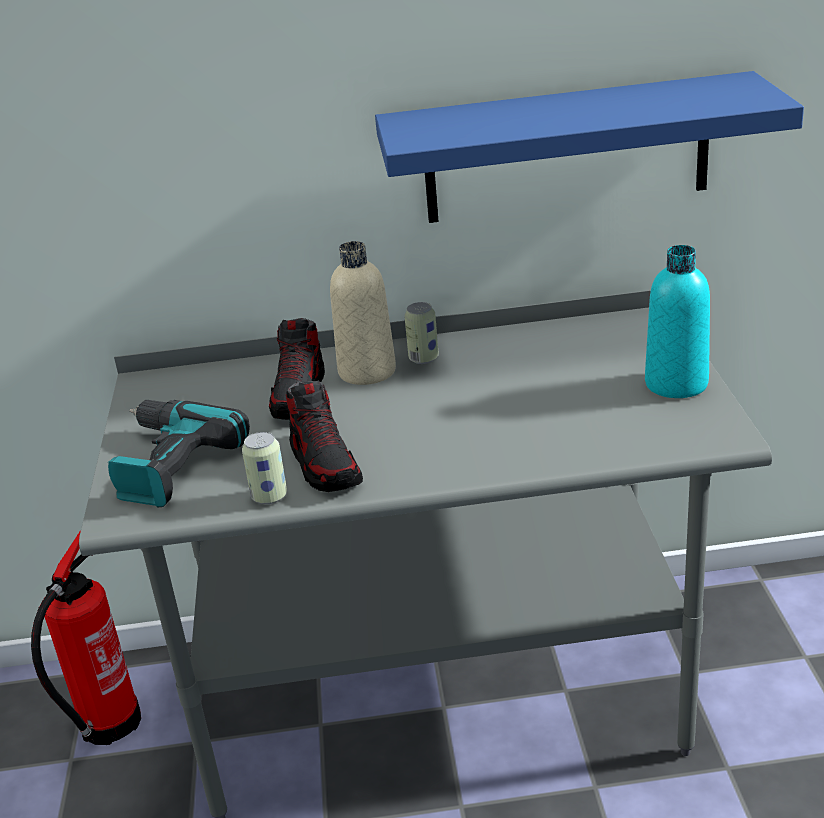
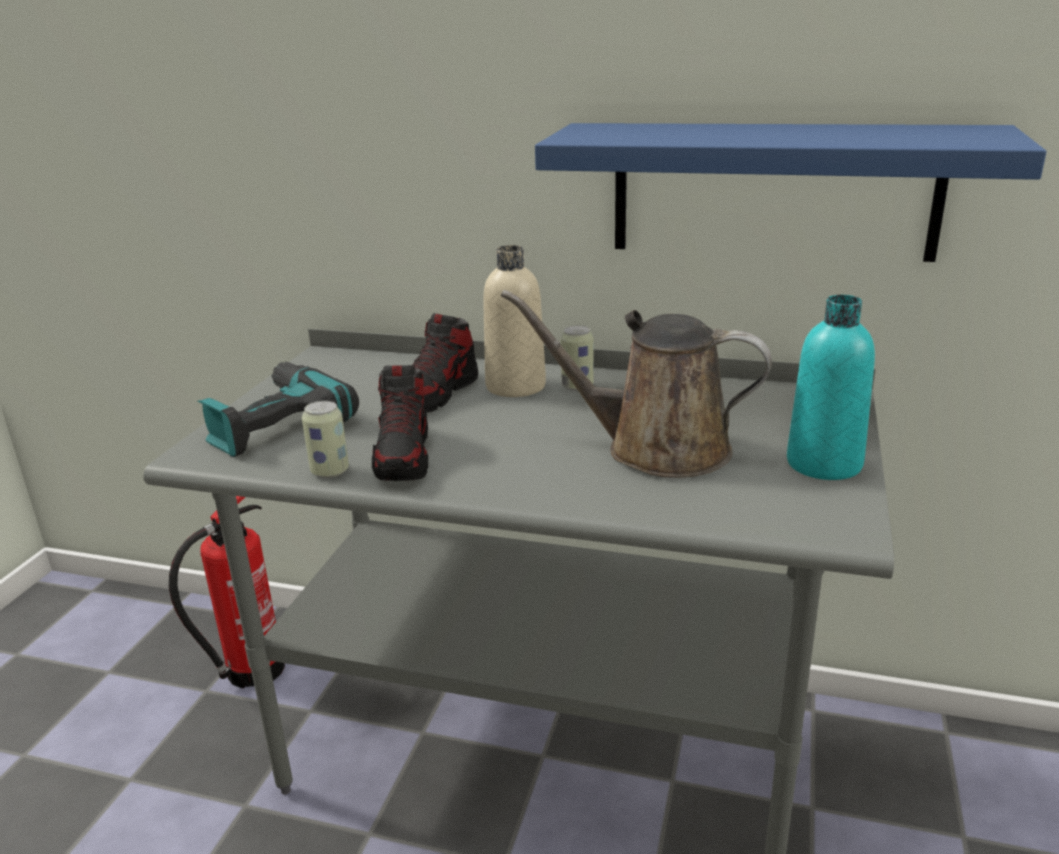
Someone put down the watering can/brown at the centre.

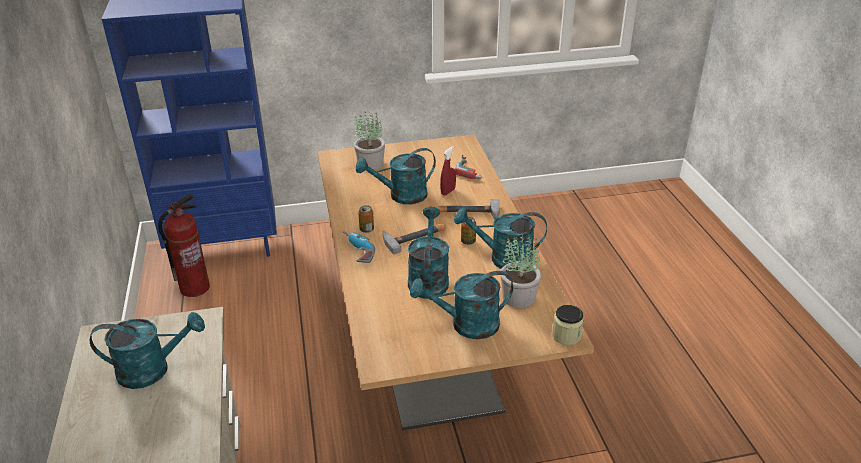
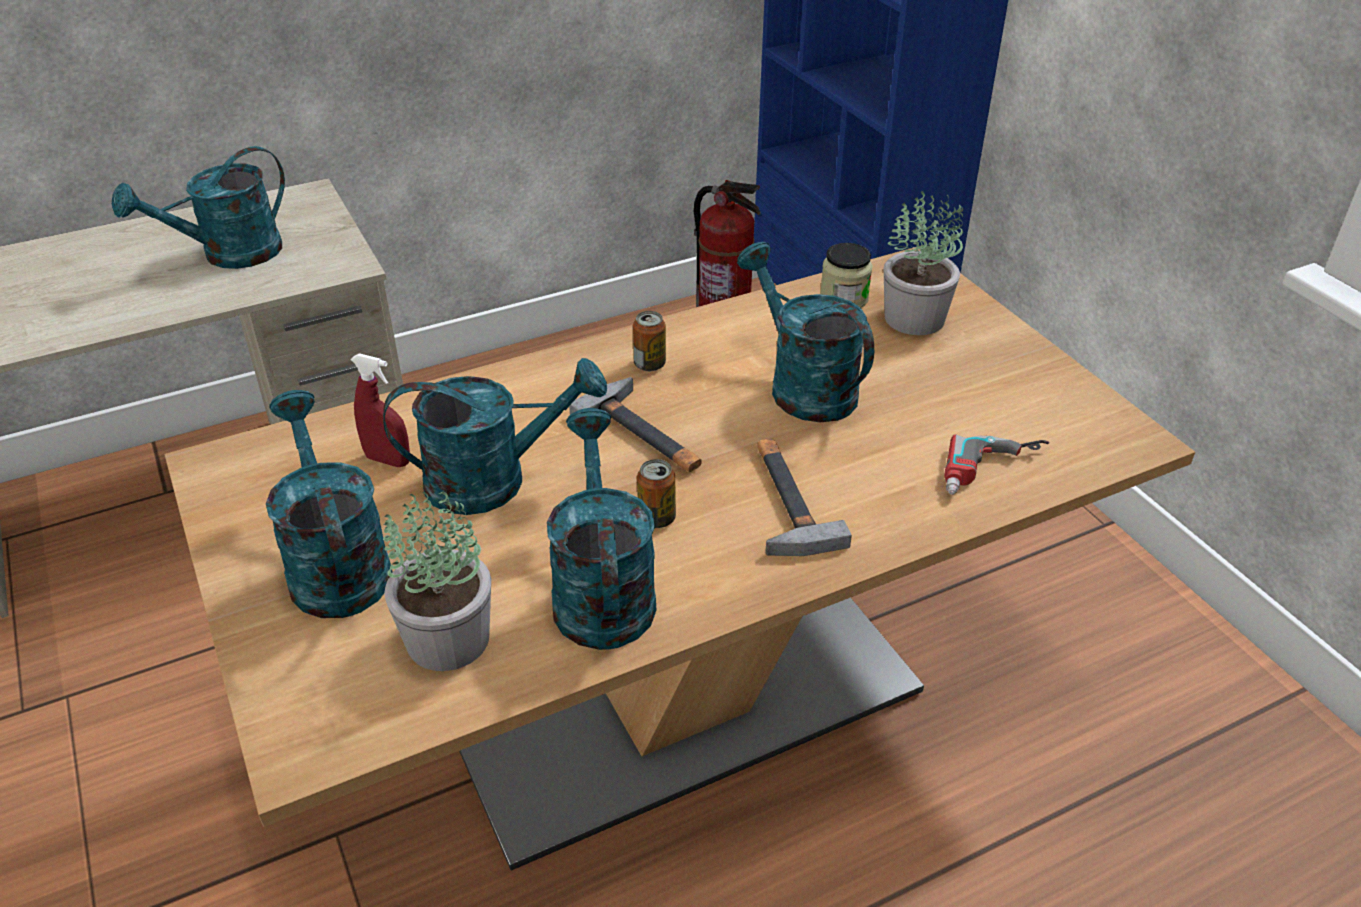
Someone rotated the watering can/turquoise (1st from left) at the bottom left by 75 degrees clockwise.
Someone carried the spray bottle/red from the centre to the middle left.
Someone carried the jar from the bottom centre to the top centre.
Someone took away the power drill (1st from left) at the centre.

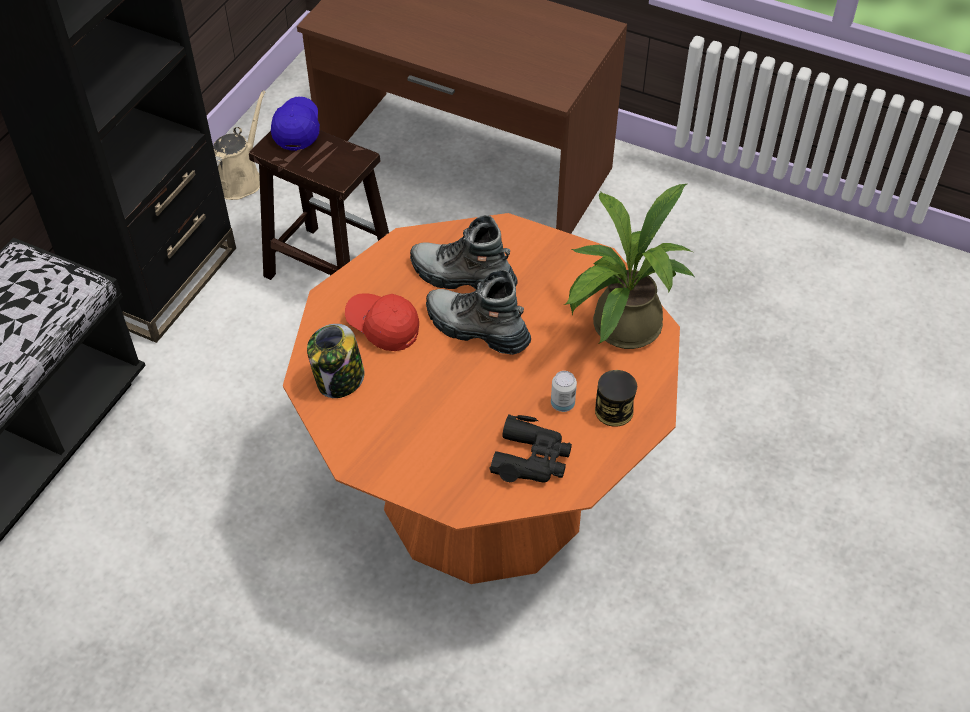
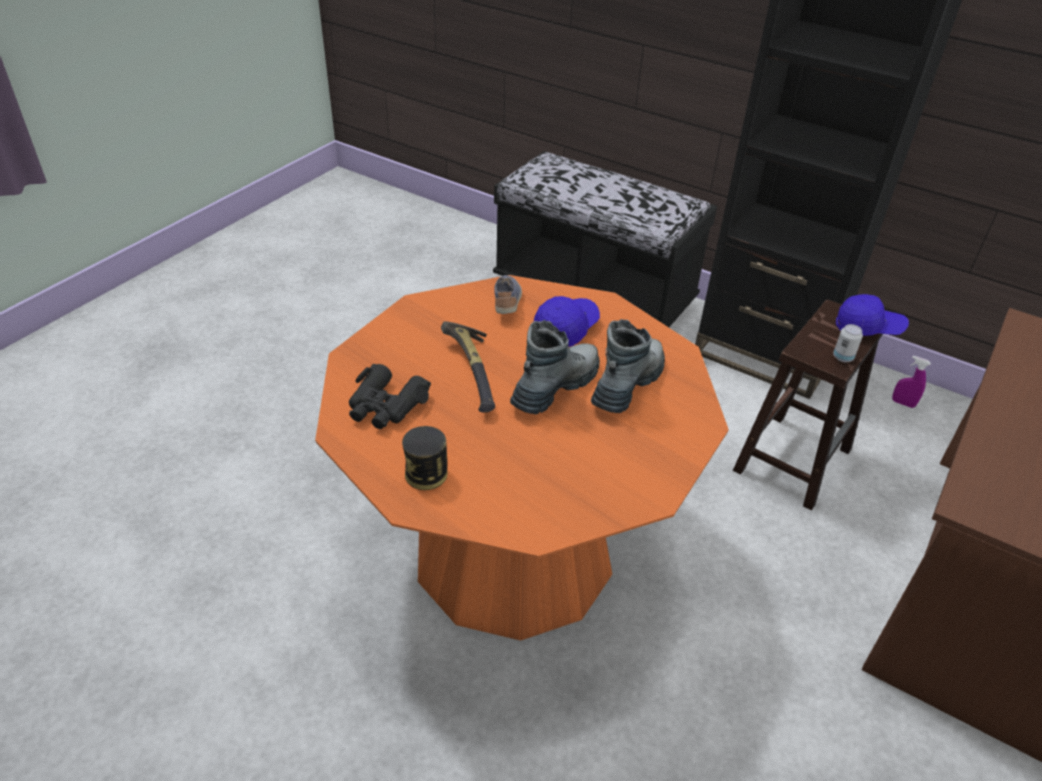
Someone put down the hammer at the centre.
Someone swapped the jar at the centre for the shoe at the centre.
Someone repainted the cap/red at the centre, which became the cap/blue (1st from left) at the centre.
Someone carried the can (1st from left in the first image) from the centre to the middle right.
Someone swapped the watering can/beige at the top left for the spray bottle/purple at the middle right.
Someone took away the potted plant at the centre.

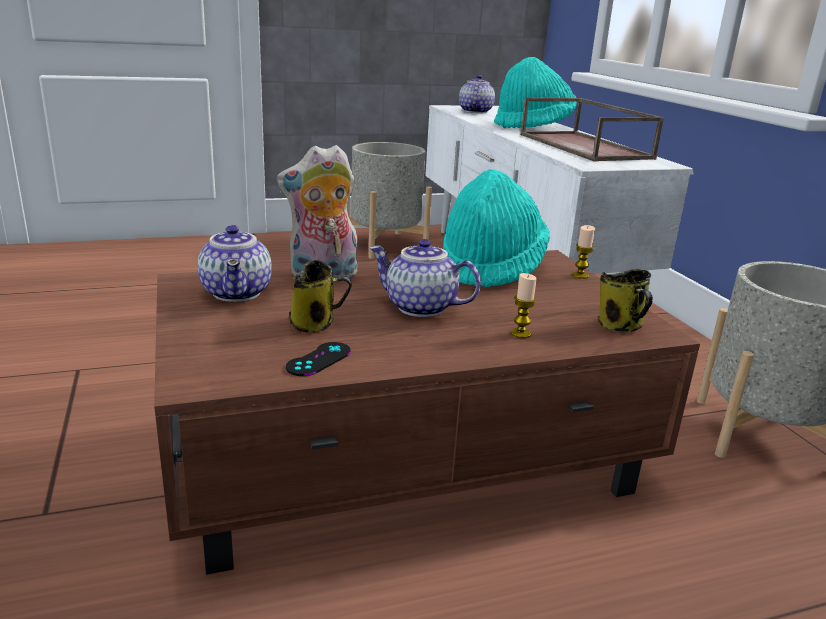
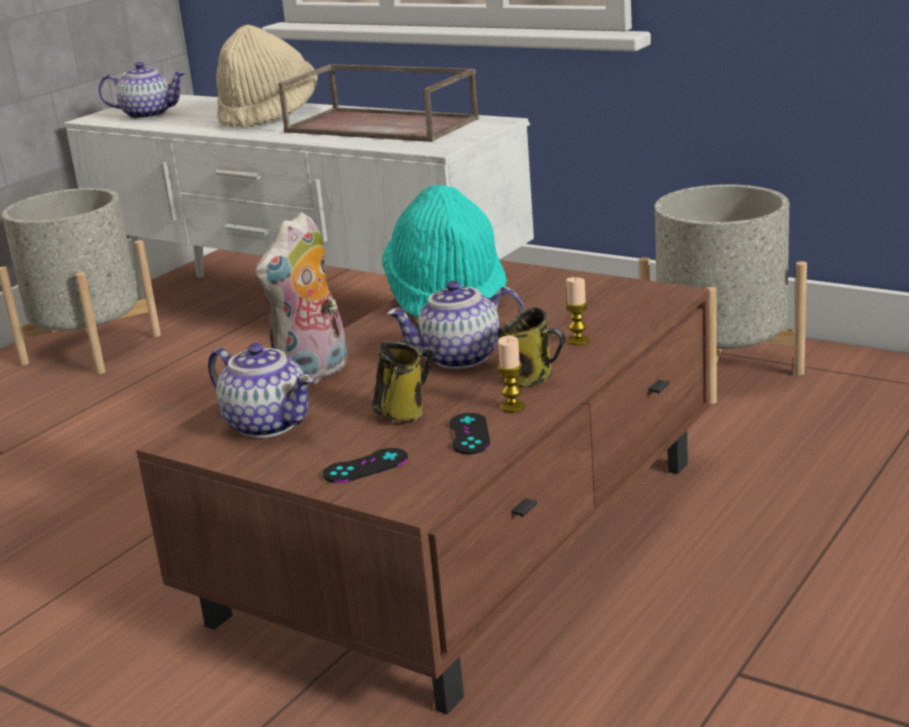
Someone rotated the teapot (3rd from left in the first image) at the top centre by 120 degrees clockwise.
Someone repainted the hat/turquoise (2nd from left) at the top centre, which became the hat/beige at the top left.
Someone put down the game controller/black (1st from left) at the centre.
Someone carried the mug (2nd from left) from the middle right to the centre.
Someone carried the candle (2nd from left in the first image) from the middle right to the centre.

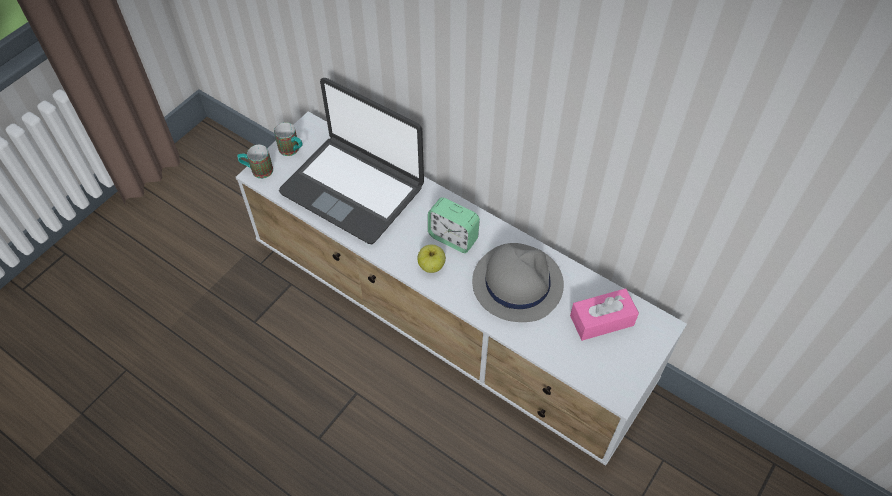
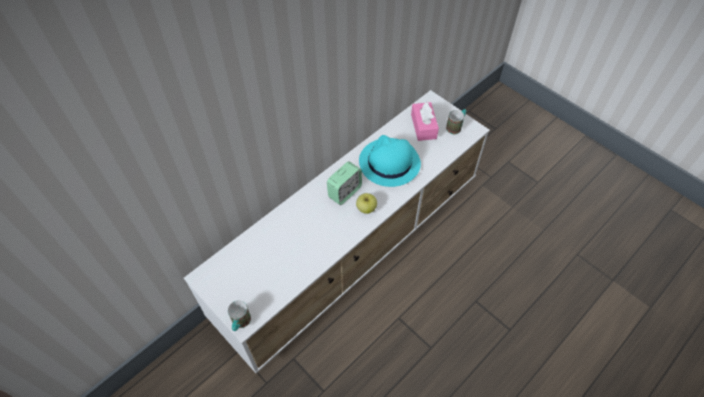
Someone repainted the hat/grey at the centre, which became the hat/turquoise at the centre.
Someone carried the mug (2nd from left) from the top left to the top centre.
Someone took away the laptop at the top centre.

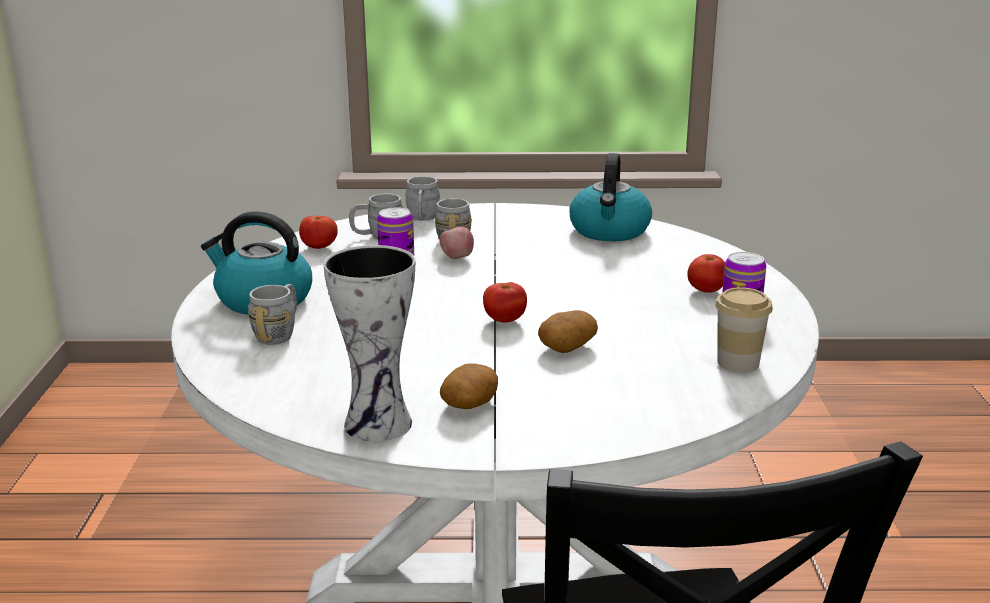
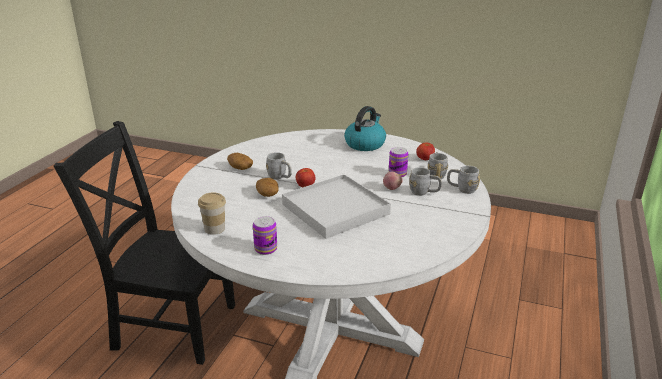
Someone carried the mug/grey (1st from left) from the middle left to the centre.
Someone put down the tray/white at the centre.
Someone took away the vase at the centre.
Someone took away the kettle (2nd from left) at the top centre.
Someone took away the tomato (3rd from left) at the middle right.

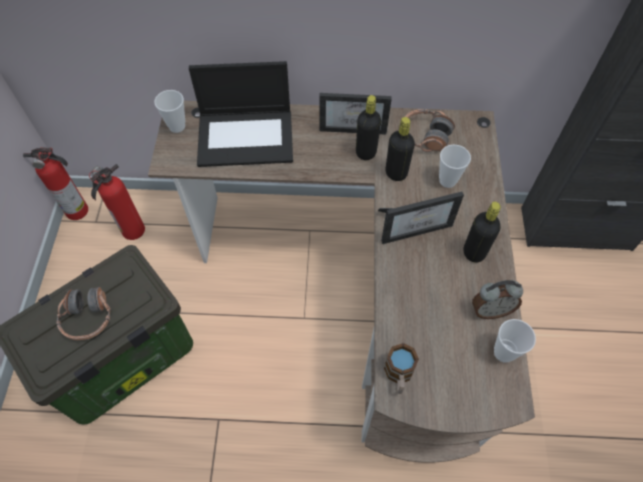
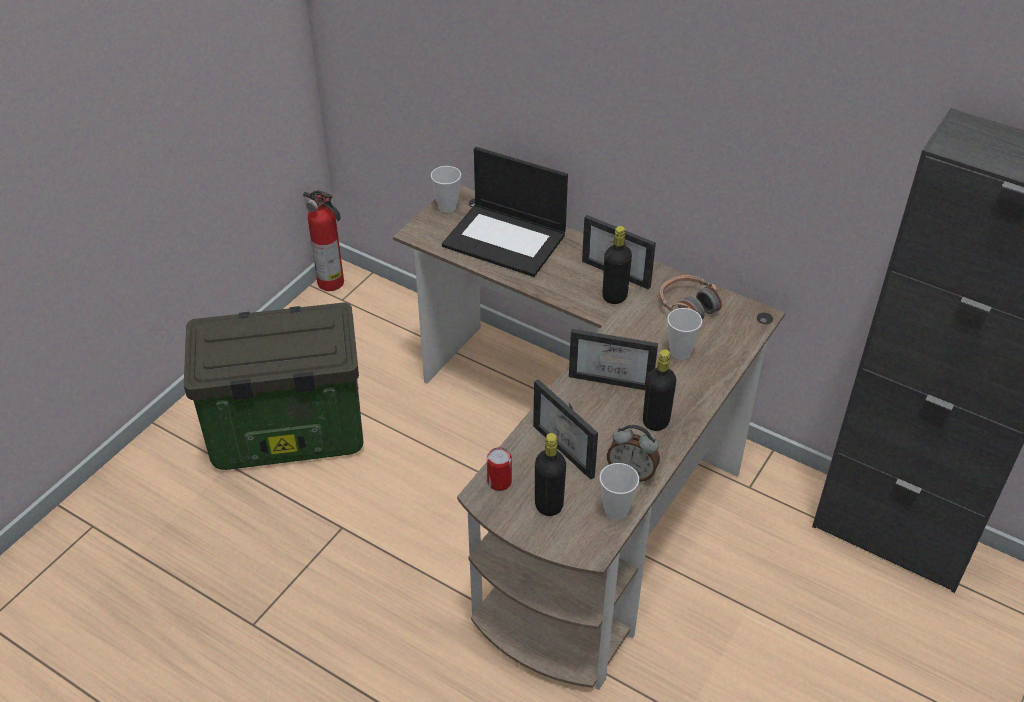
Someone swapped the mug at the bottom centre for the can at the bottom centre.
Someone put down the picture frame (1st from left) at the centre.
Someone carried the bottle/black (2nd from left in the first image) from the top centre to the bottom centre.
Someone took away the headphones (1st from left) at the middle left.
Someone took away the fire extinguisher (2nd from left) at the middle left.

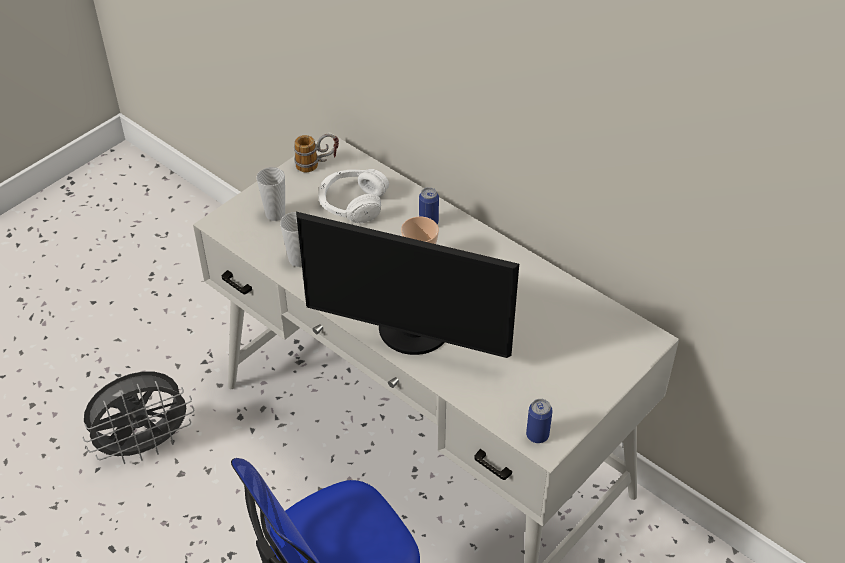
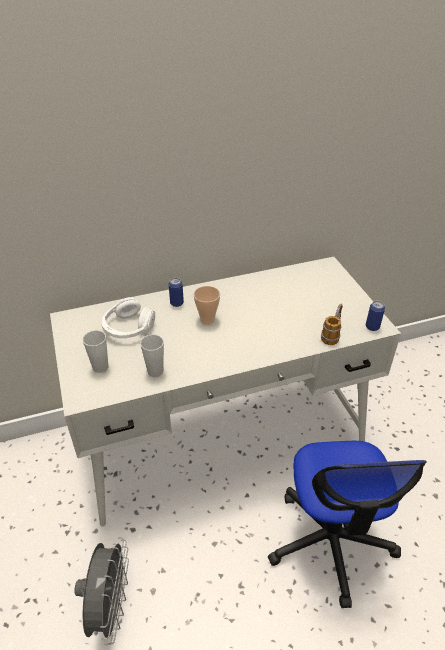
Someone carried the mug from the top centre to the middle right.
Someone took away the monitor at the centre.

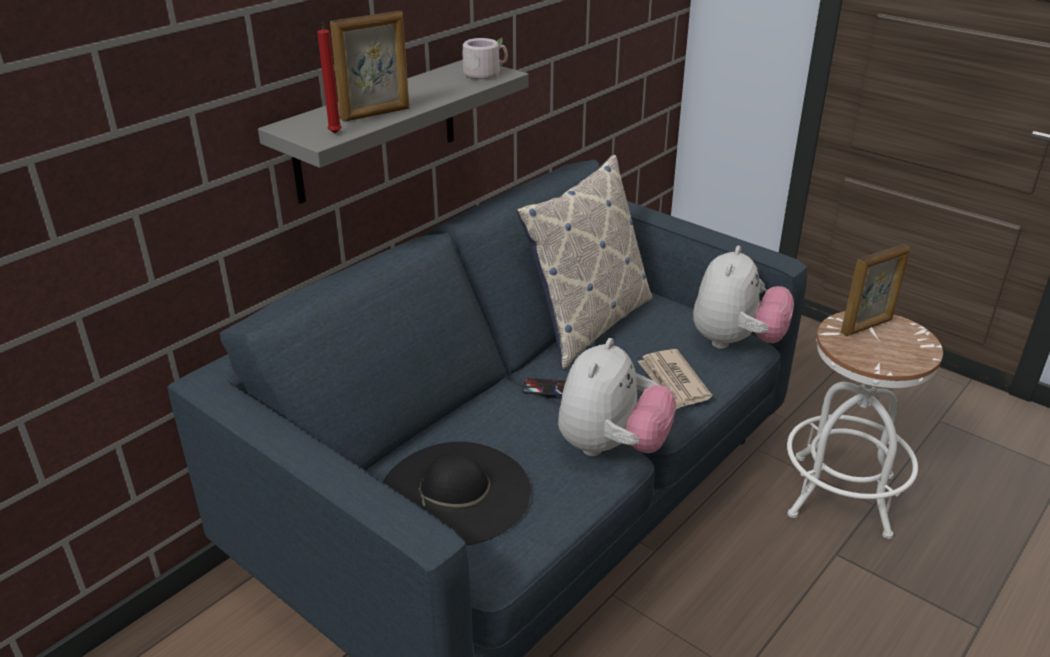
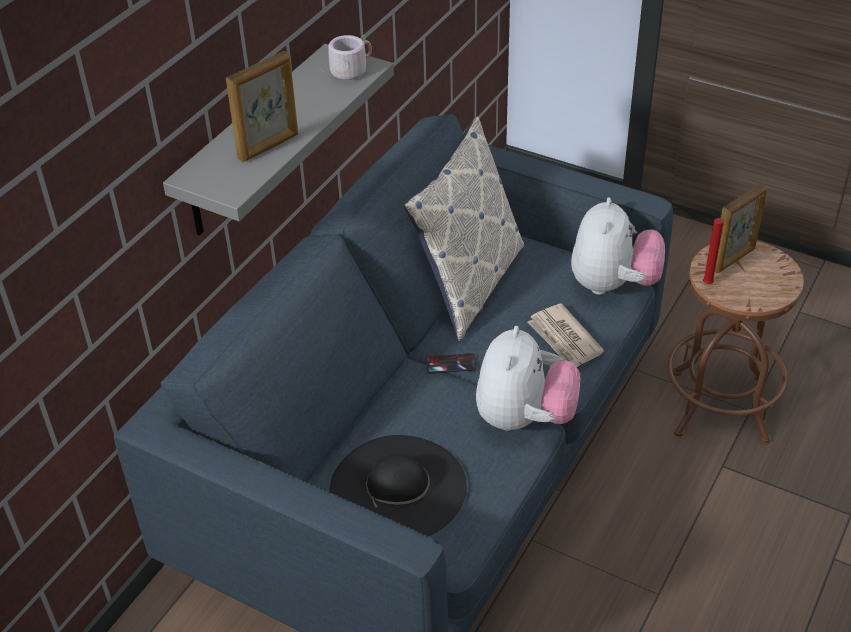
Someone repainted the stool/white at the middle right, which became the stool/brown at the middle right.
Someone carried the candle/red from the top left to the middle right.

